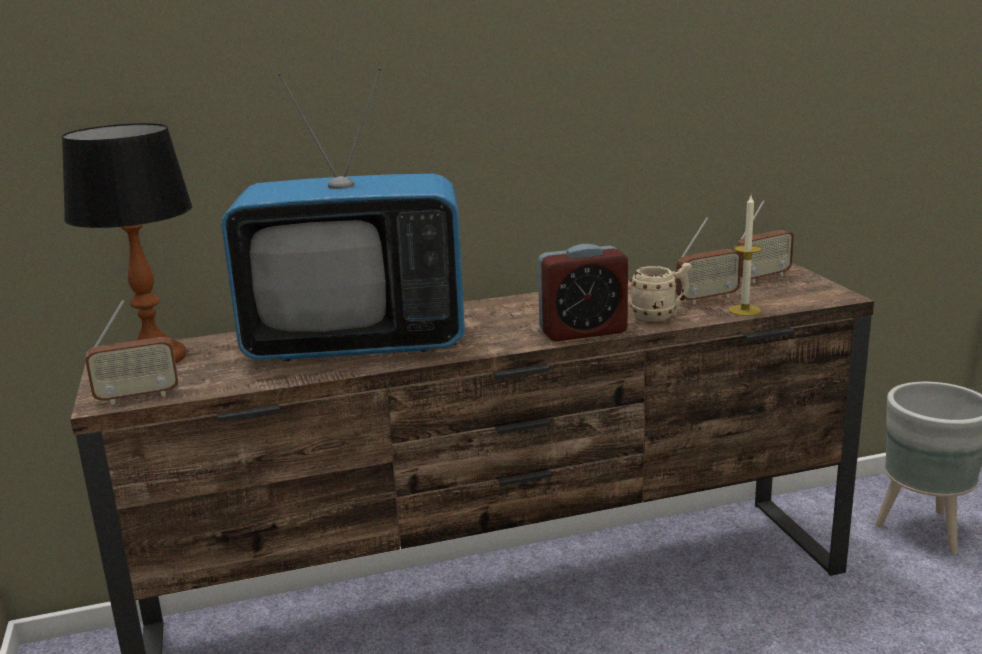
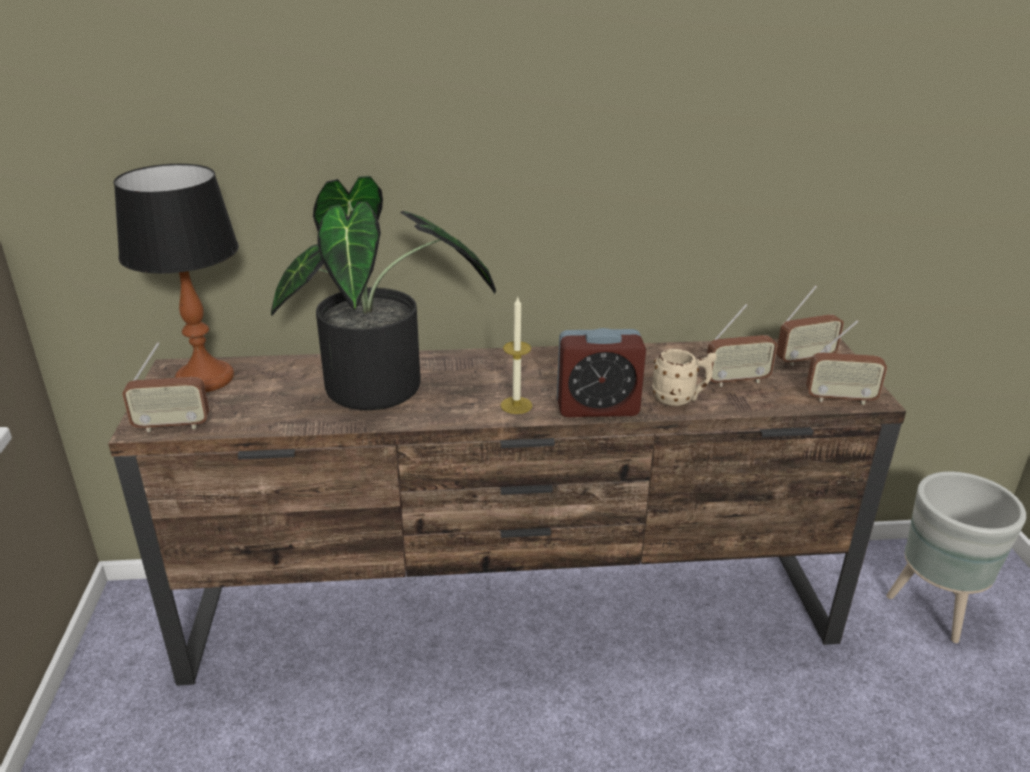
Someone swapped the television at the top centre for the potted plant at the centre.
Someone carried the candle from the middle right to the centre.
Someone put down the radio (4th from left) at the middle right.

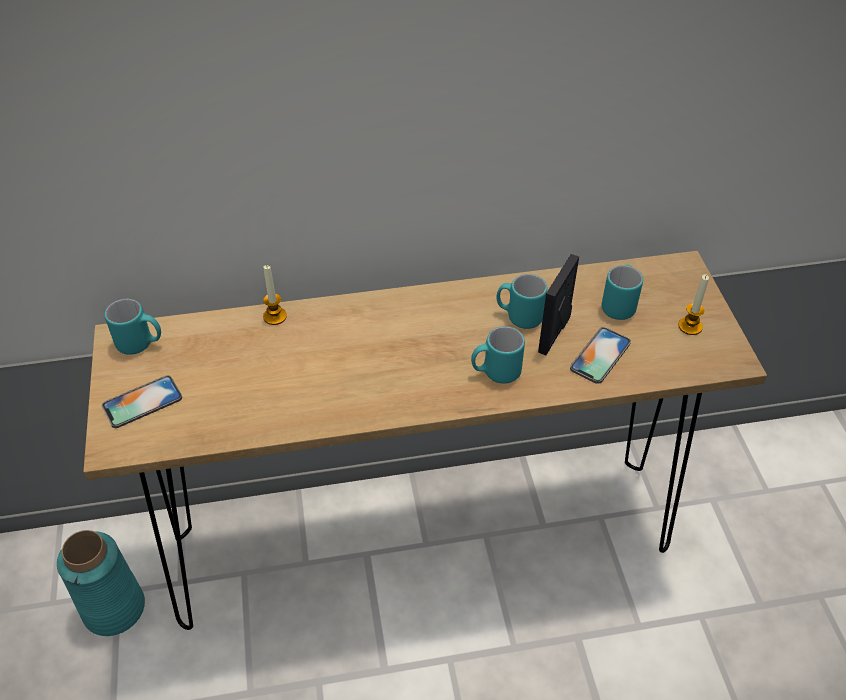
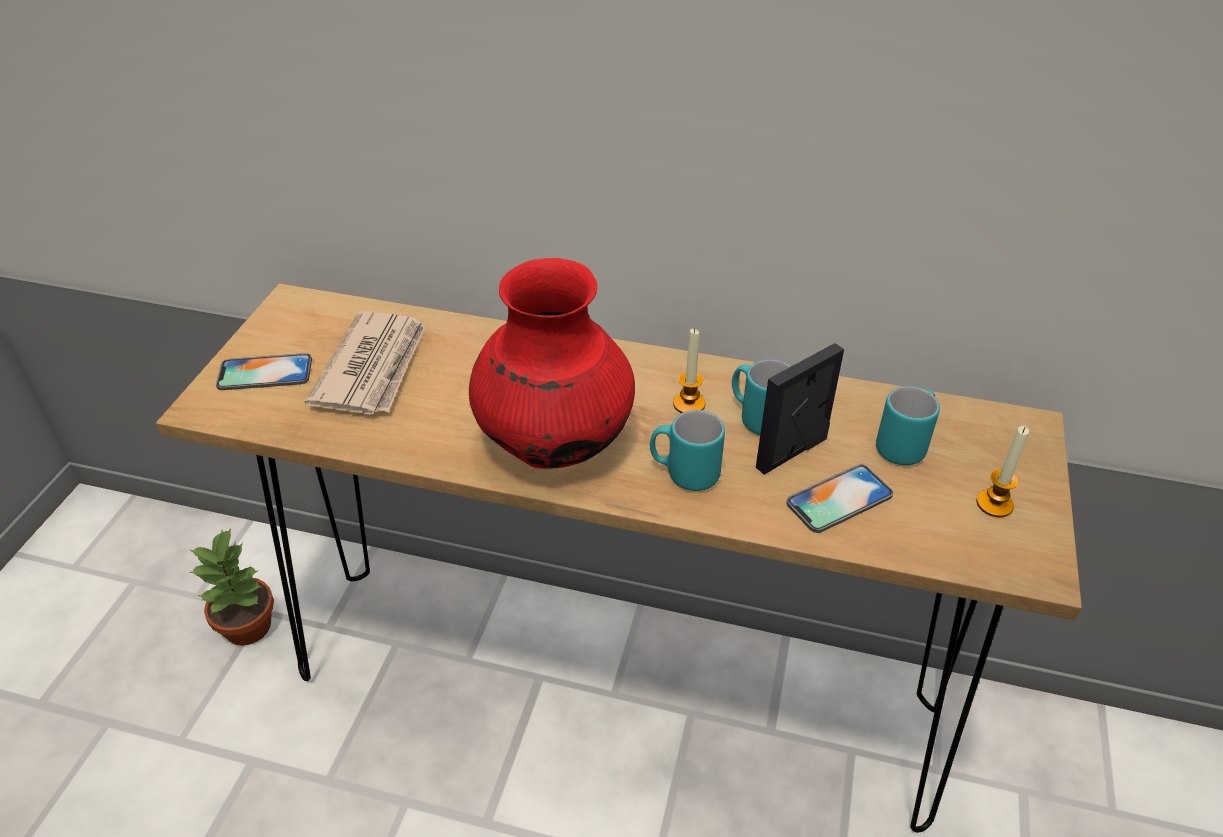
Someone swapped the vase/turquoise at the bottom left for the potted plant at the bottom left.
Someone put down the newspaper at the middle left.
Someone put down the vase/red at the centre.
Someone carried the candle (1st from left) from the middle left to the centre.
Someone took away the mug/turquoise (1st from left) at the middle left.

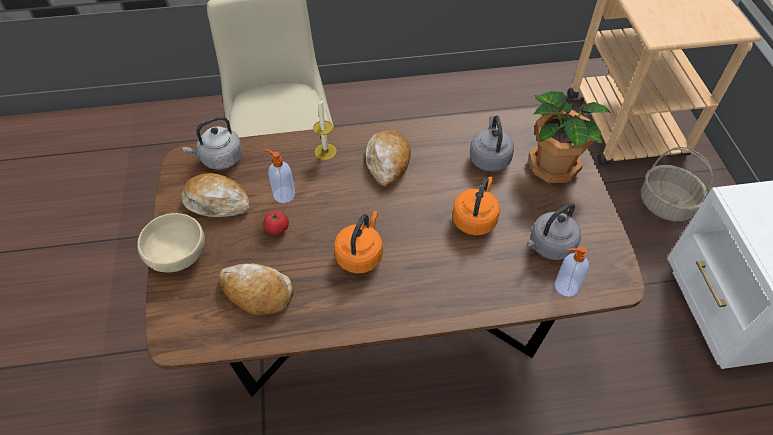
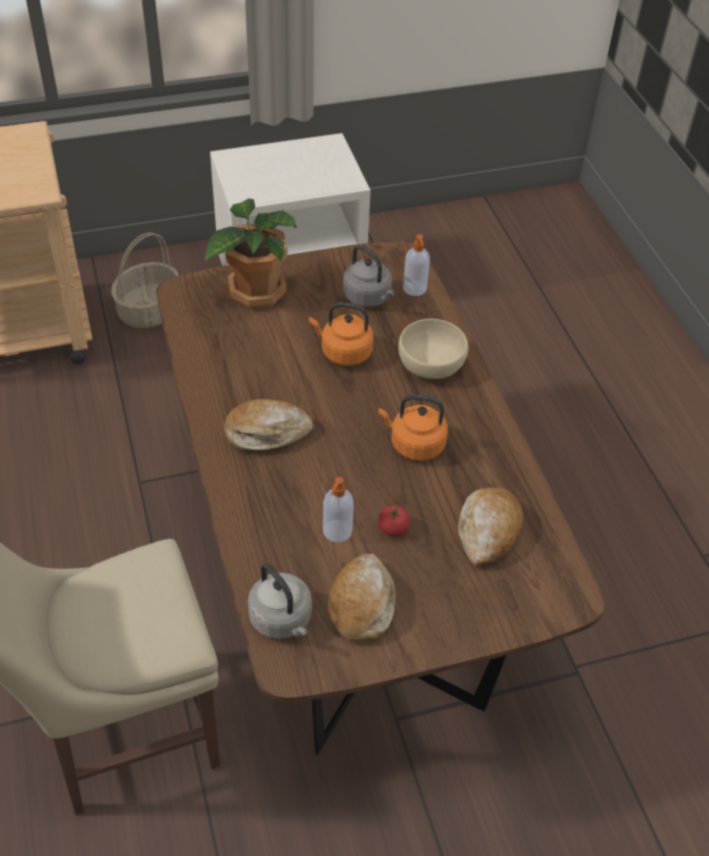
Someone carried the bowl/beige from the middle left to the centre.
Someone took away the candle at the top centre.
Someone took away the kettle/grey (2nd from left) at the top centre.

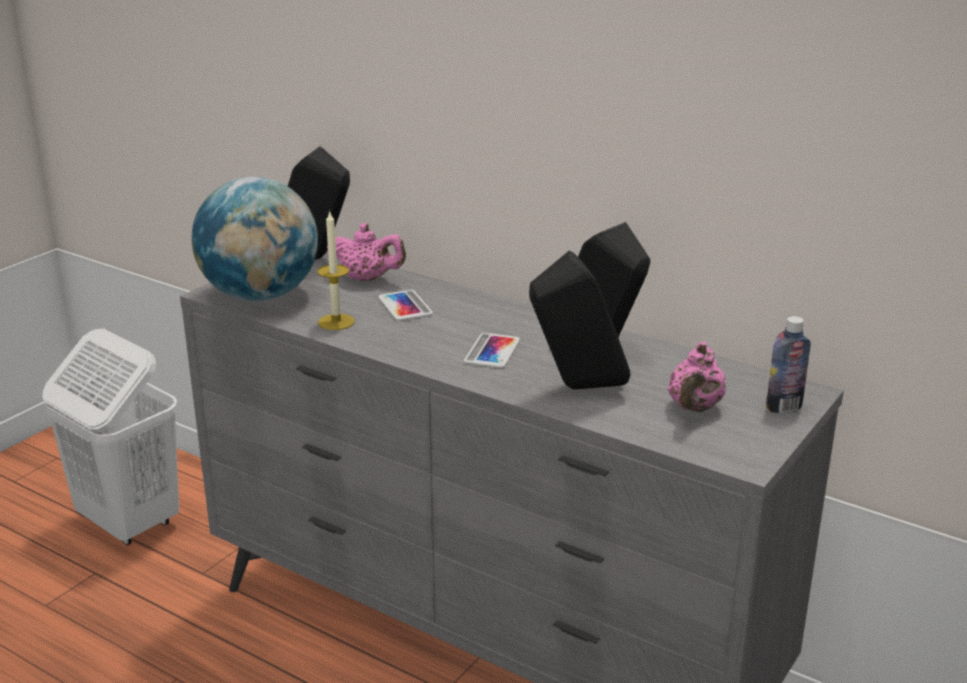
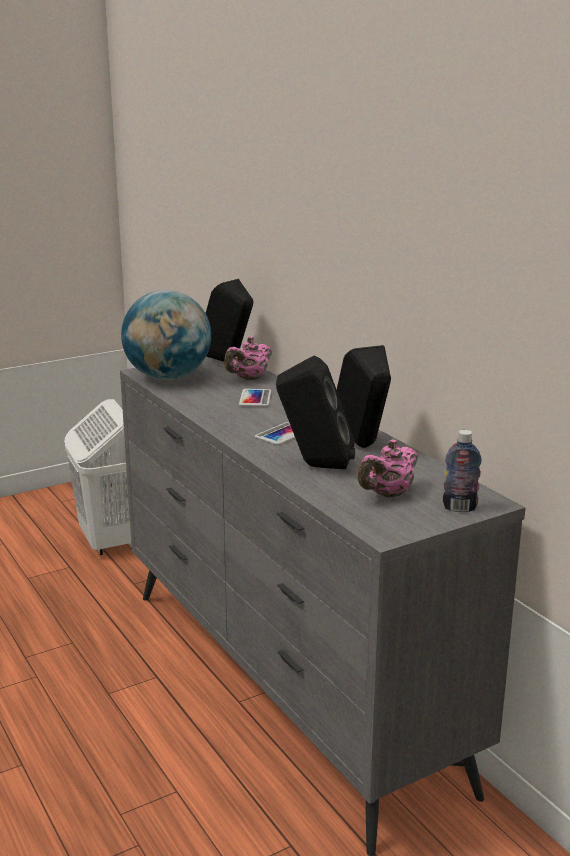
Someone rotated the teapot/pink (1st from left) at the centre by 90 degrees clockwise.
Someone took away the candle at the centre.

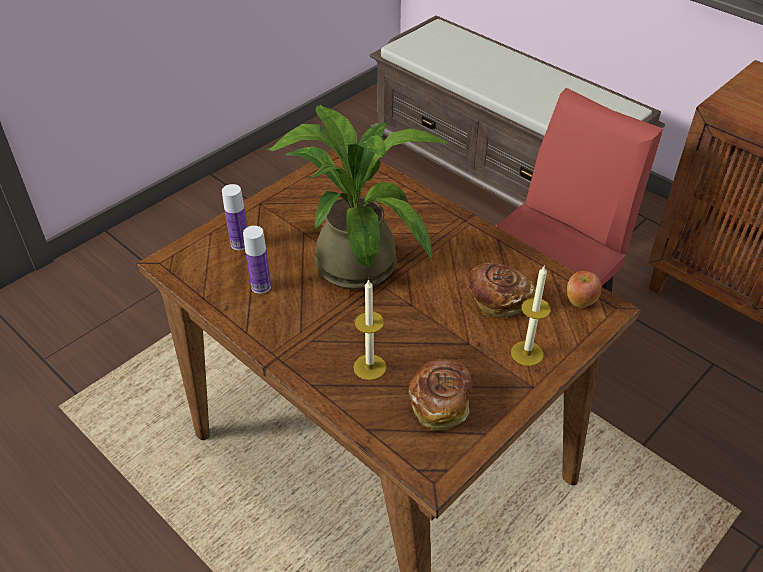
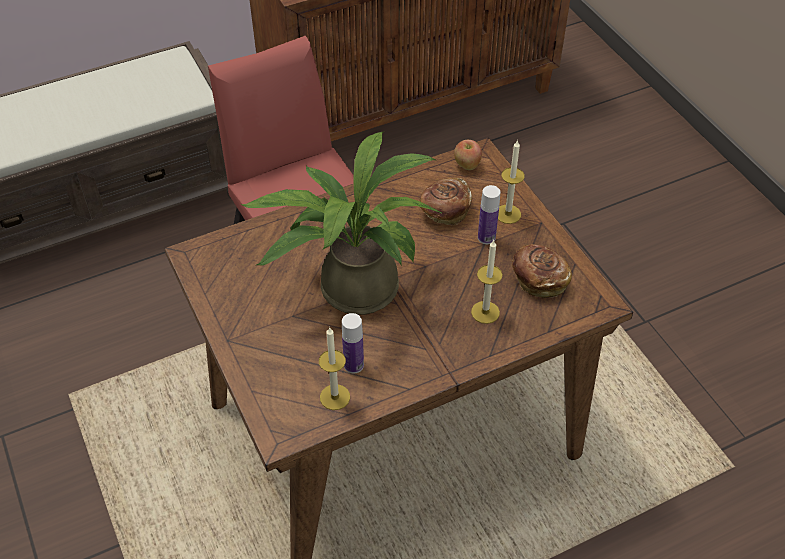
Someone put down the candle (1st from left) at the centre.
Someone carried the bottle (1st from left in the first image) from the middle left to the centre.

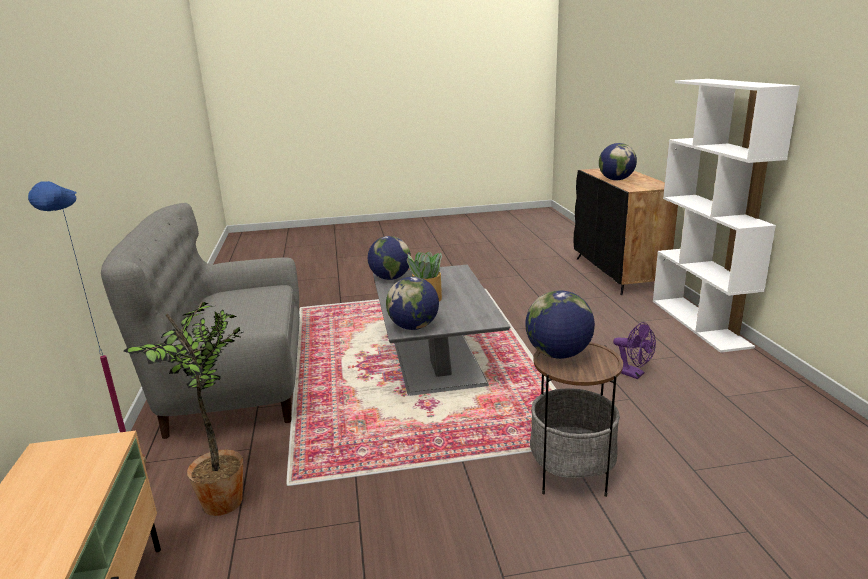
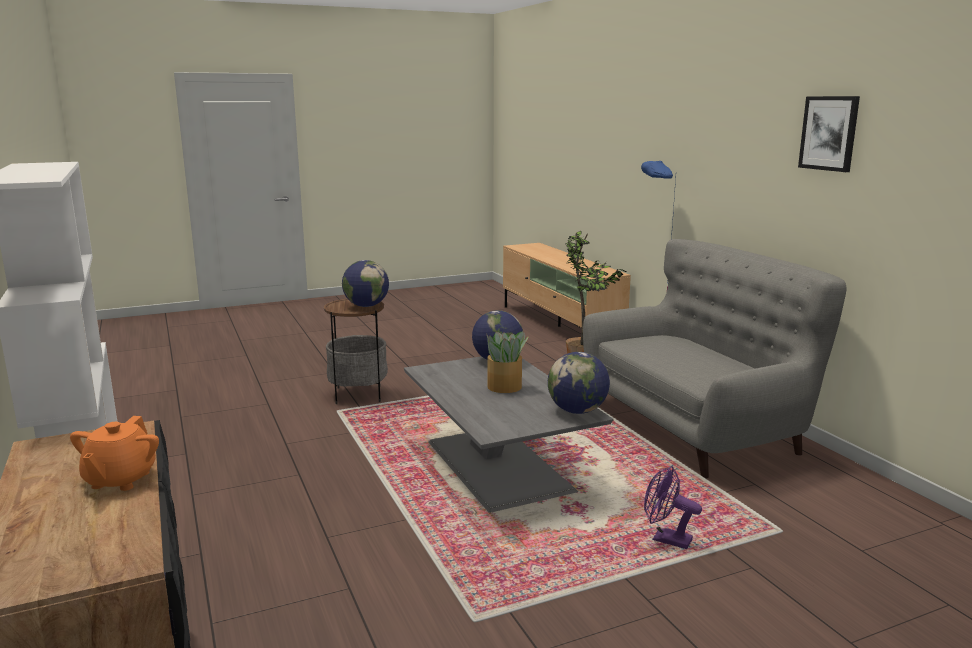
Someone swapped the globe (4th from left) at the top right for the teapot/orange at the bottom left.
Someone carried the fan/purple from the middle right to the bottom right.
Someone put up the picture at the top right.

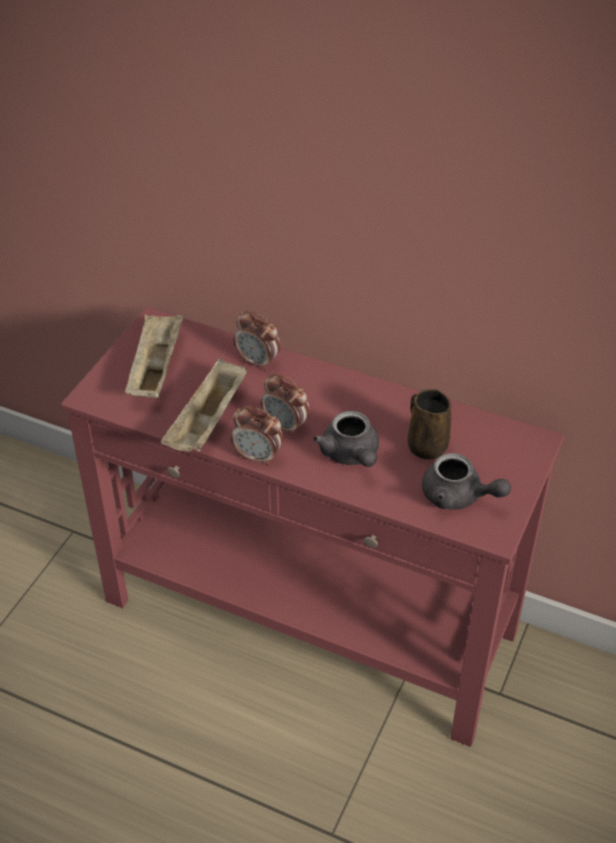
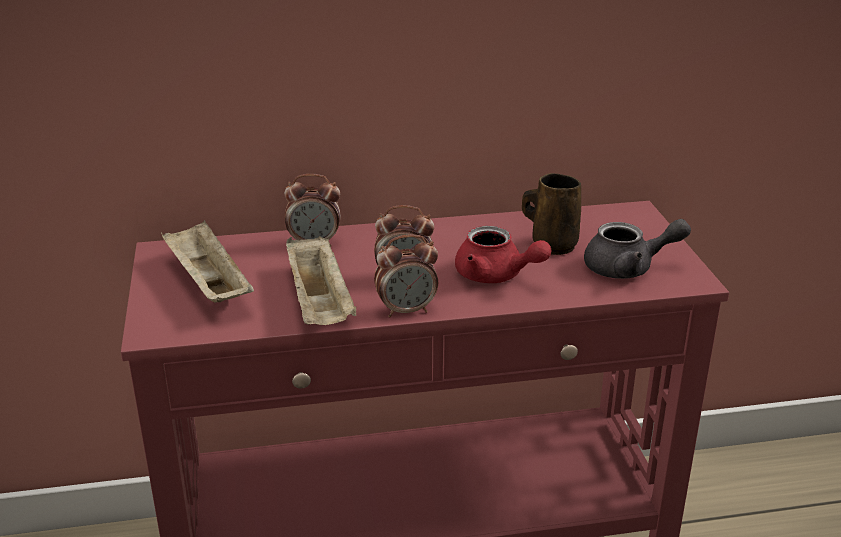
Someone repainted the teapot/grey (1st from left) at the centre, which became the teapot/red at the centre.

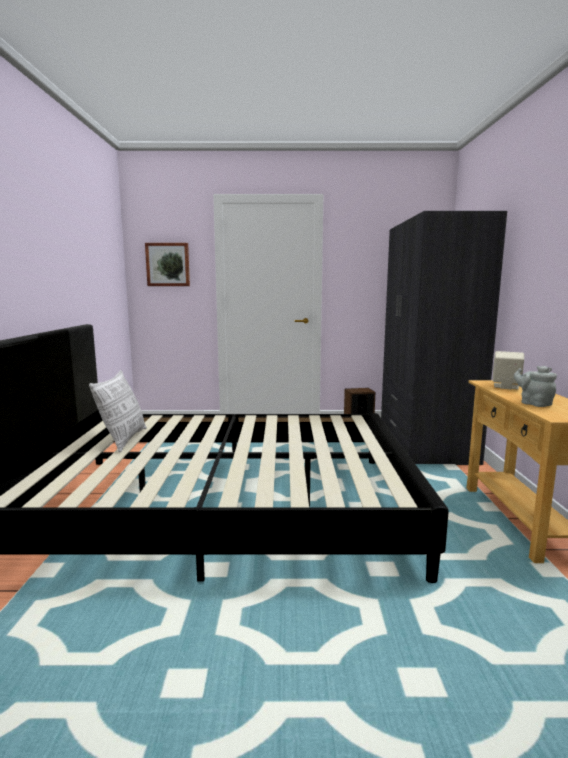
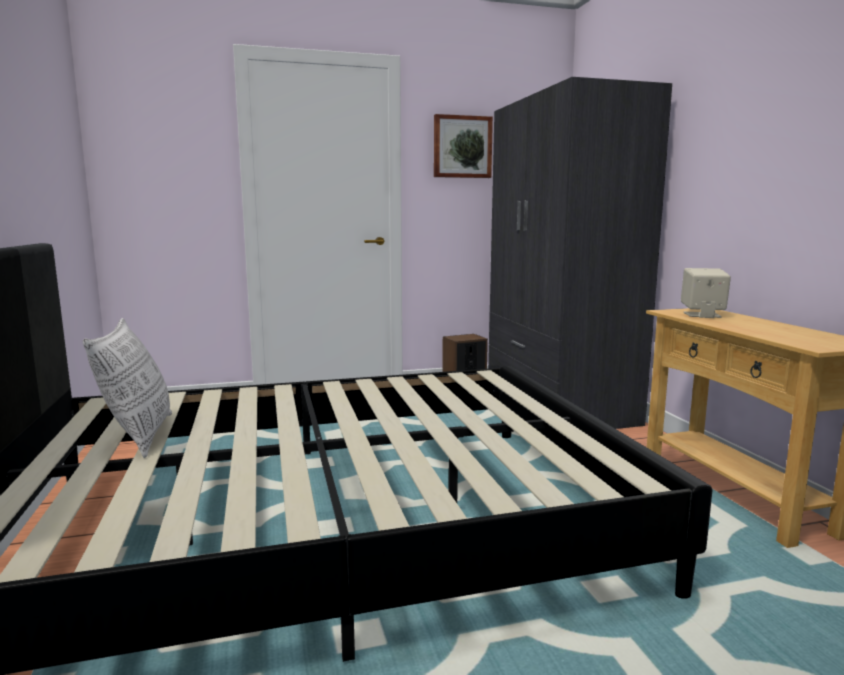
Someone carried the picture from the middle left to the top centre.
Someone took away the teapot/grey at the middle right.

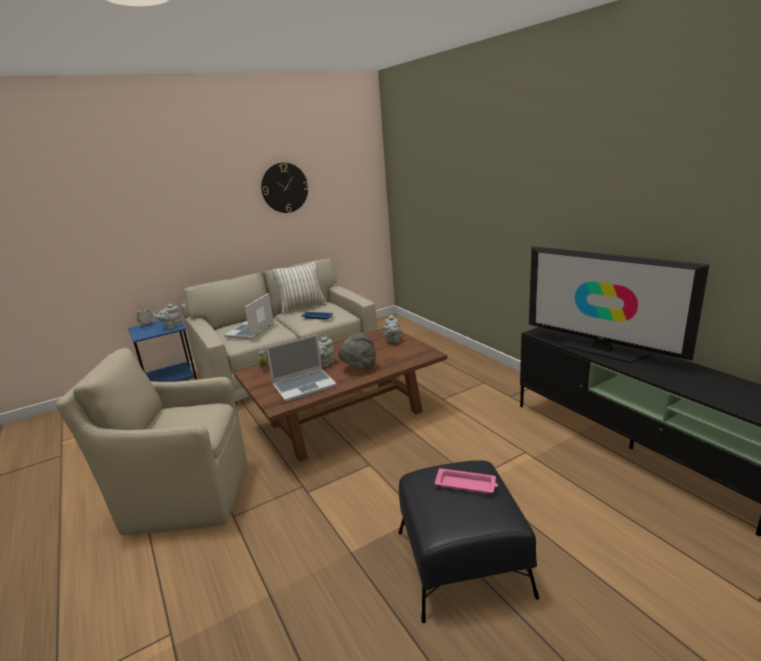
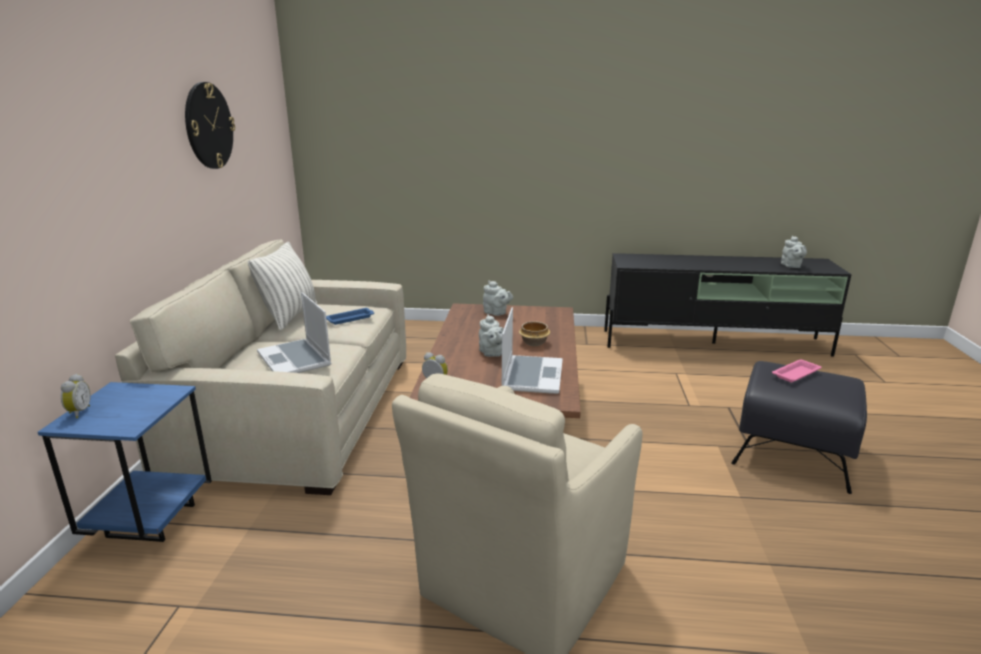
Someone swapped the hat/grey at the centre for the bowl at the centre.
Someone carried the teapot/grey (1st from left in the first image) from the middle left to the middle right.
Someone took away the television at the middle right.

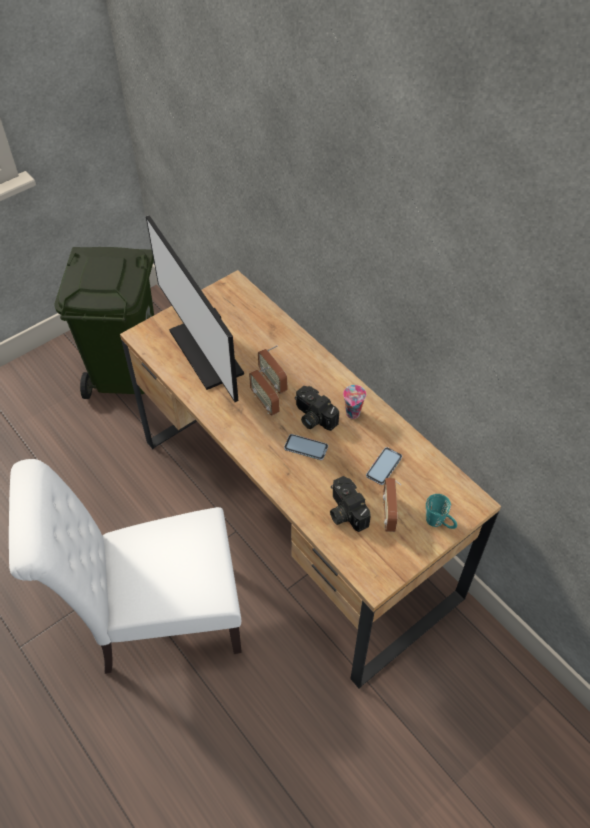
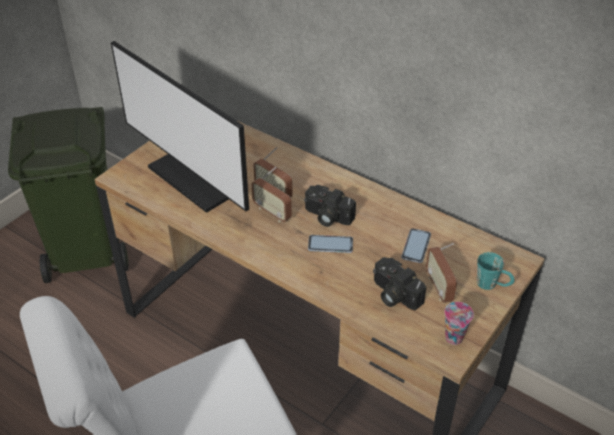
Someone carried the cup from the centre to the bottom right.

